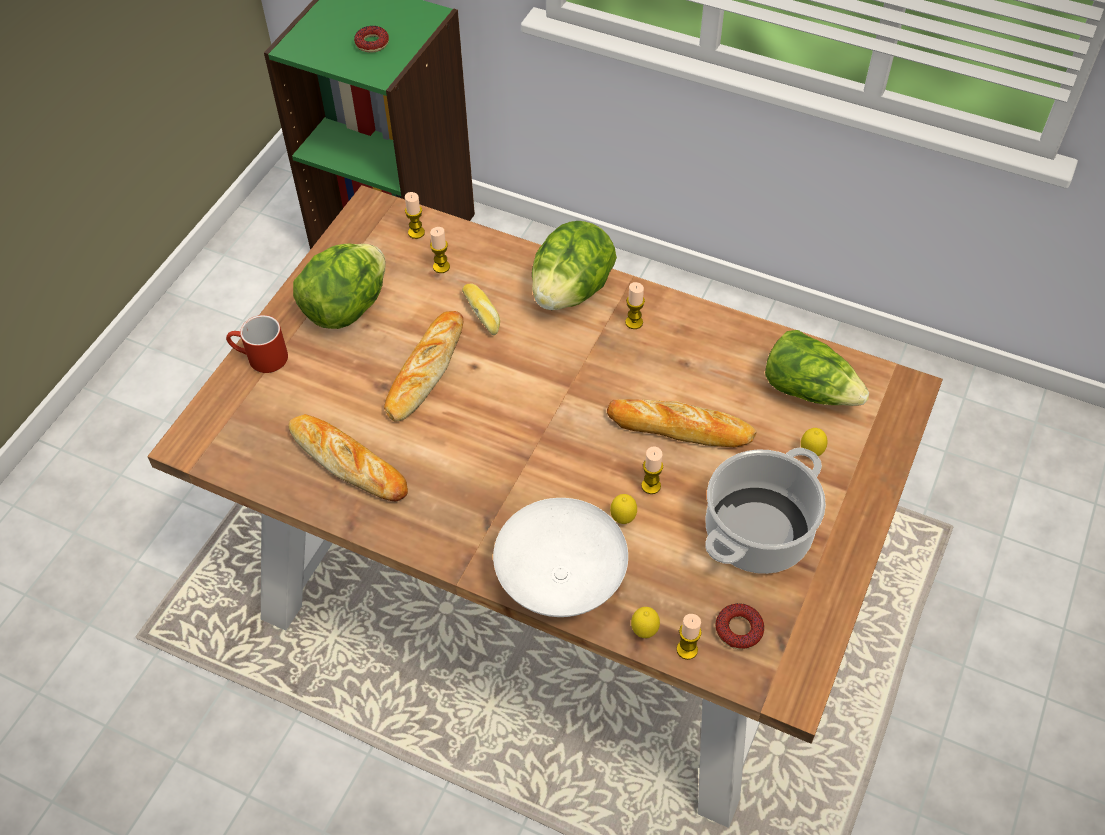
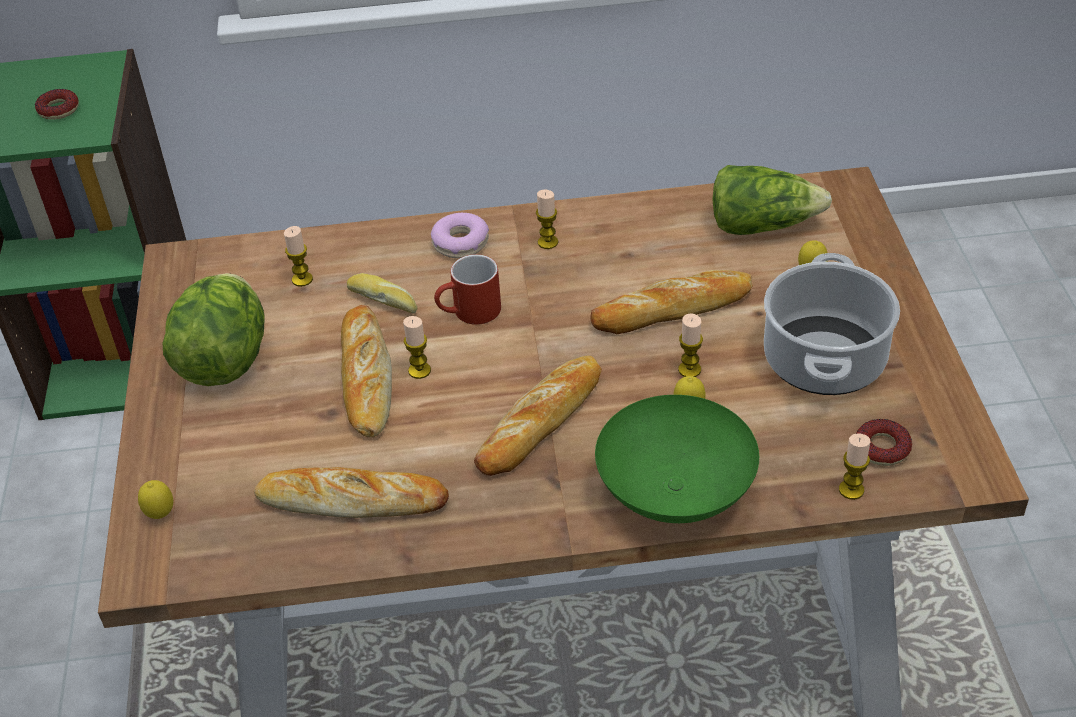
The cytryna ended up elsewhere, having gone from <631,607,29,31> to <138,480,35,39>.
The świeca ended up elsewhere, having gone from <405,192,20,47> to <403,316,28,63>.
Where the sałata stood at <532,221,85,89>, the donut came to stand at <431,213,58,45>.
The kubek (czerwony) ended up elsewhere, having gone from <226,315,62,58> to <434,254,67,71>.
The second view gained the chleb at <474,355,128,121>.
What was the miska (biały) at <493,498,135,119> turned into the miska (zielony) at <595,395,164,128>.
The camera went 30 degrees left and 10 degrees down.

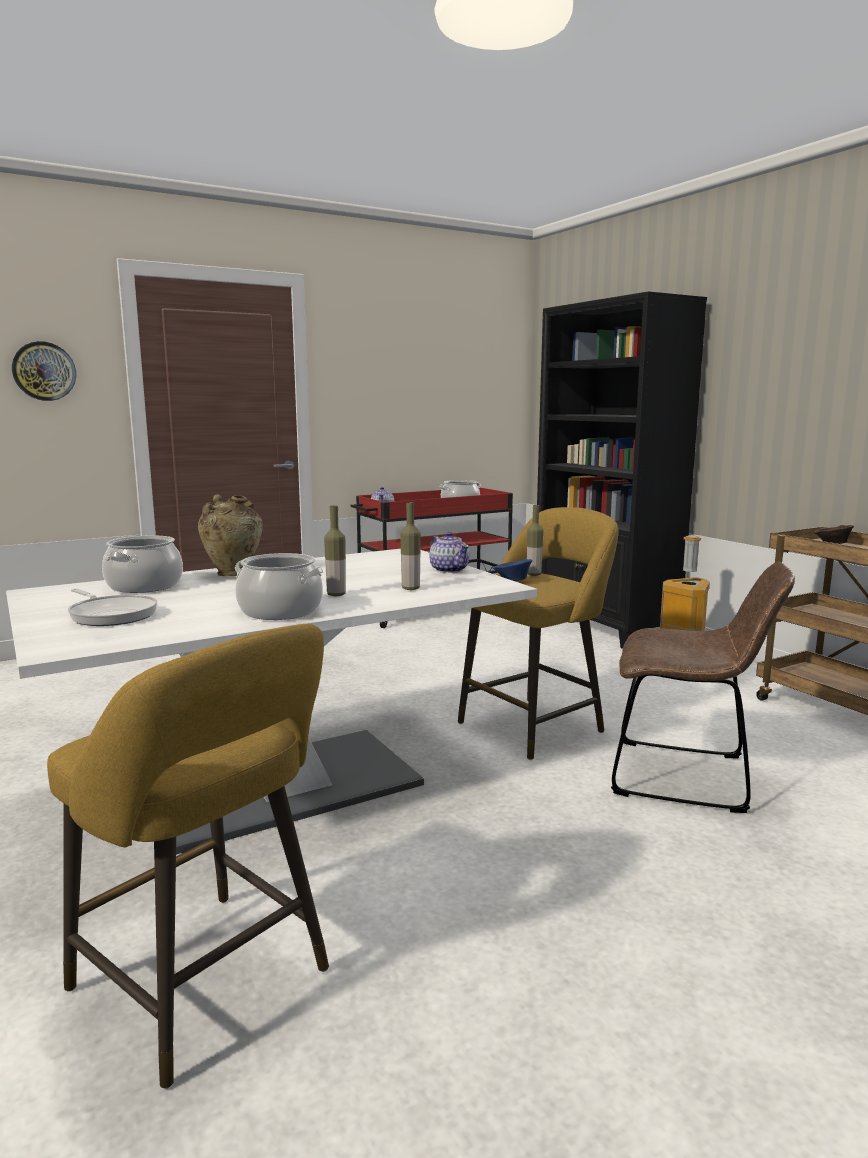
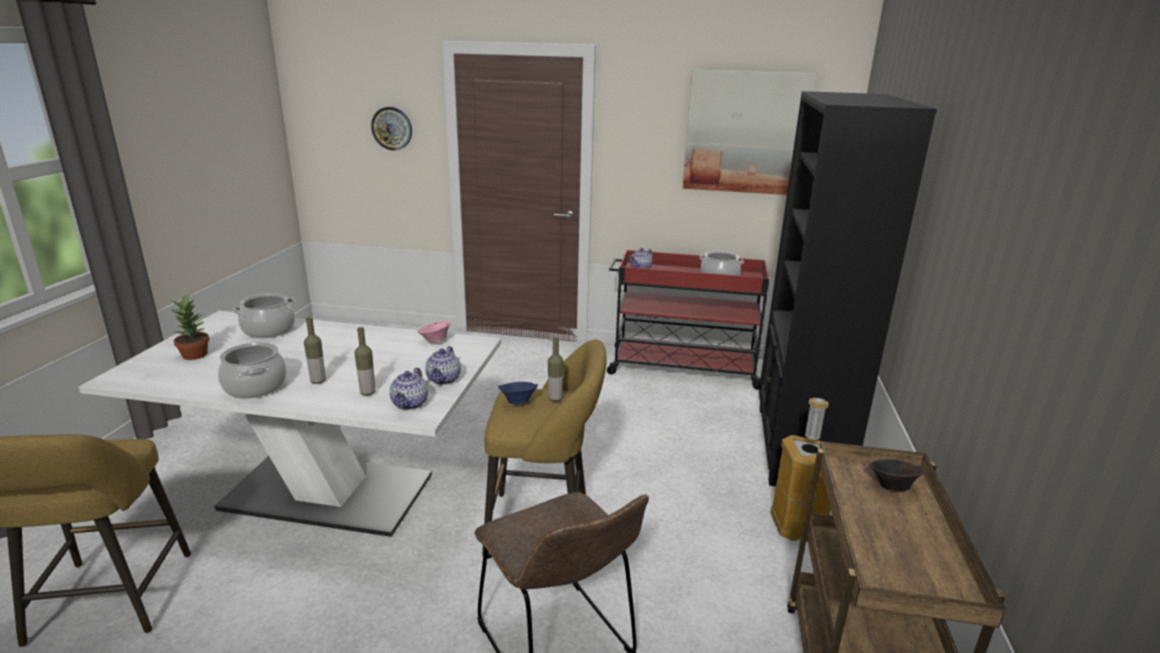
Where the patelnia stood at <68,589,89,37>, the roślina doniczkowa came to stand at <170,293,40,67>.
The second view gained the imbryk at <390,368,38,42>.
The second view gained the miska (różowy) at <417,320,34,23>.
The second view gained the obraz at <682,69,134,126>.
The second view lost the wazon (beżowy) at <198,494,65,82>.
The camera went 40 degrees right and 10 degrees up.

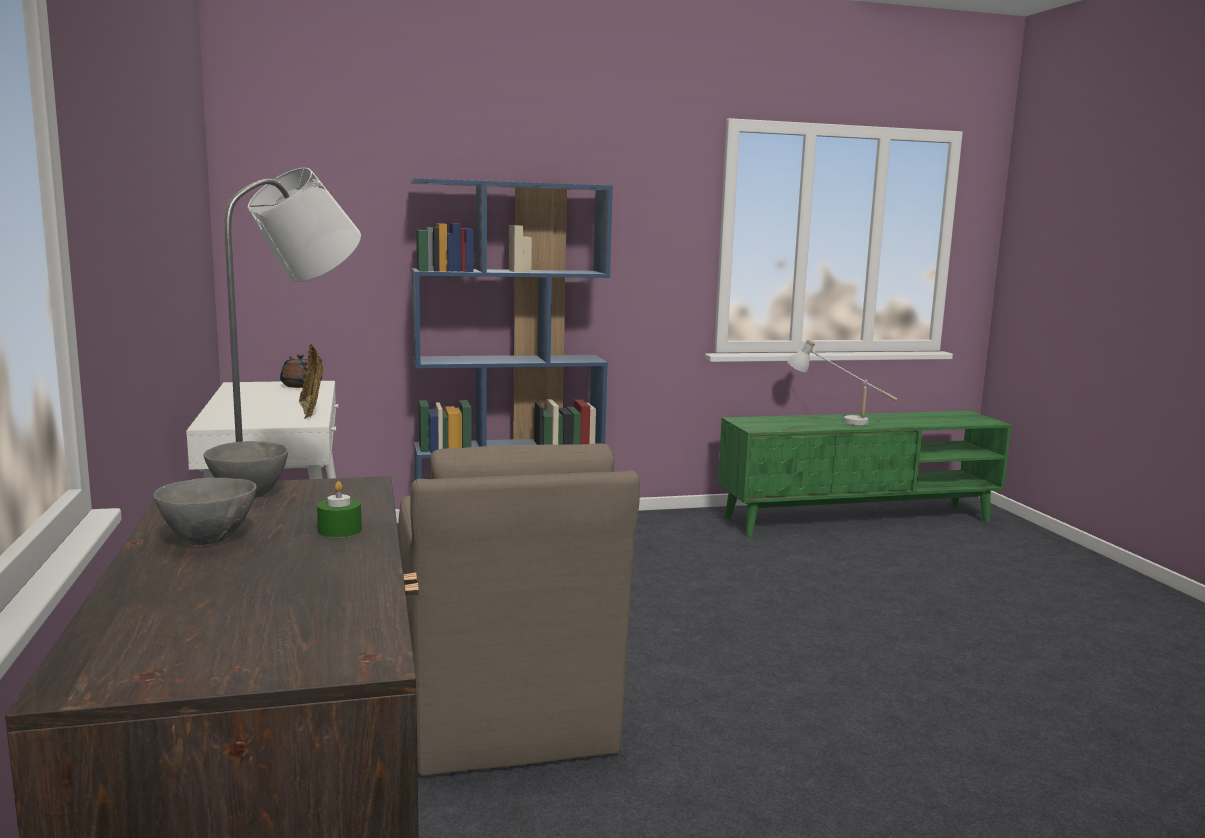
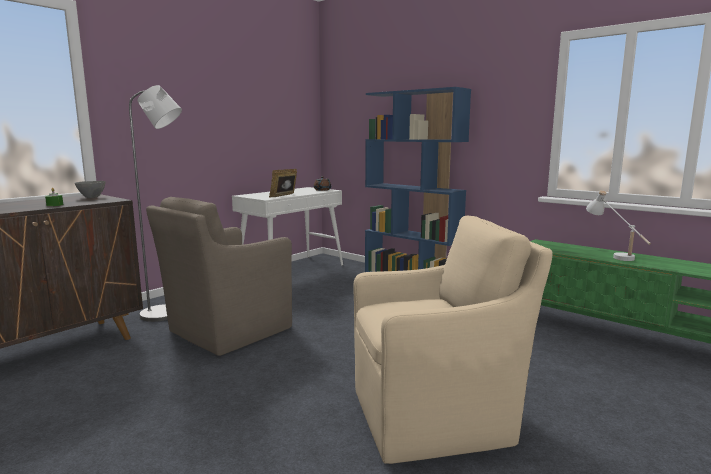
The second view gained the fotel (beżowy) at <353,215,200,249>.
The second view lost the miska (szary) at <153,478,103,67>.
The camera went 55 degrees right and 0 degrees up.

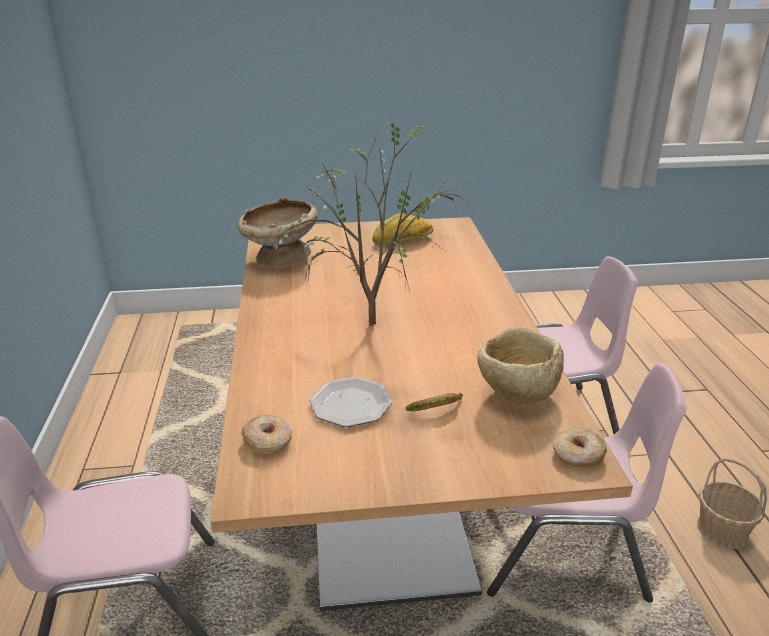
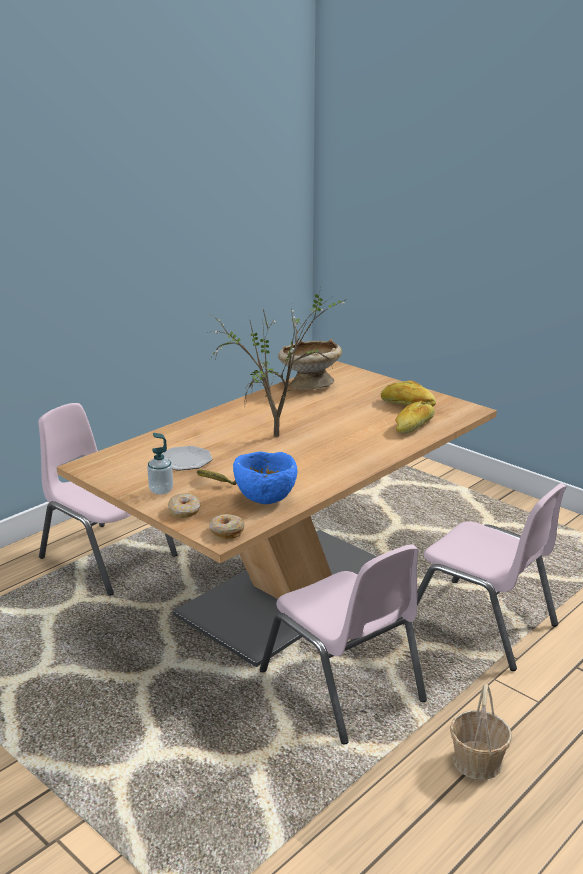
The second view gained the dozownik mydła at <147,433,26,62>.
The donut ended up elsewhere, having gone from <241,415,51,40> to <168,493,33,25>.
What was the miska (beżowy) at <477,328,87,76> turned into the miska (niebieski) at <233,452,65,52>.
The second view gained the chleb at <395,401,40,33>.
The camera went 50 degrees right and 5 degrees down.

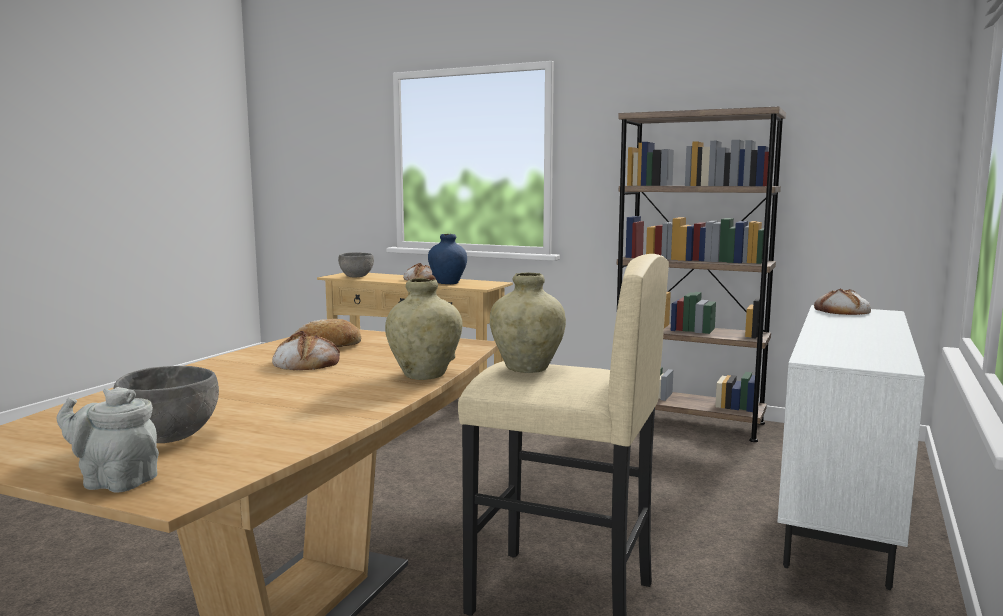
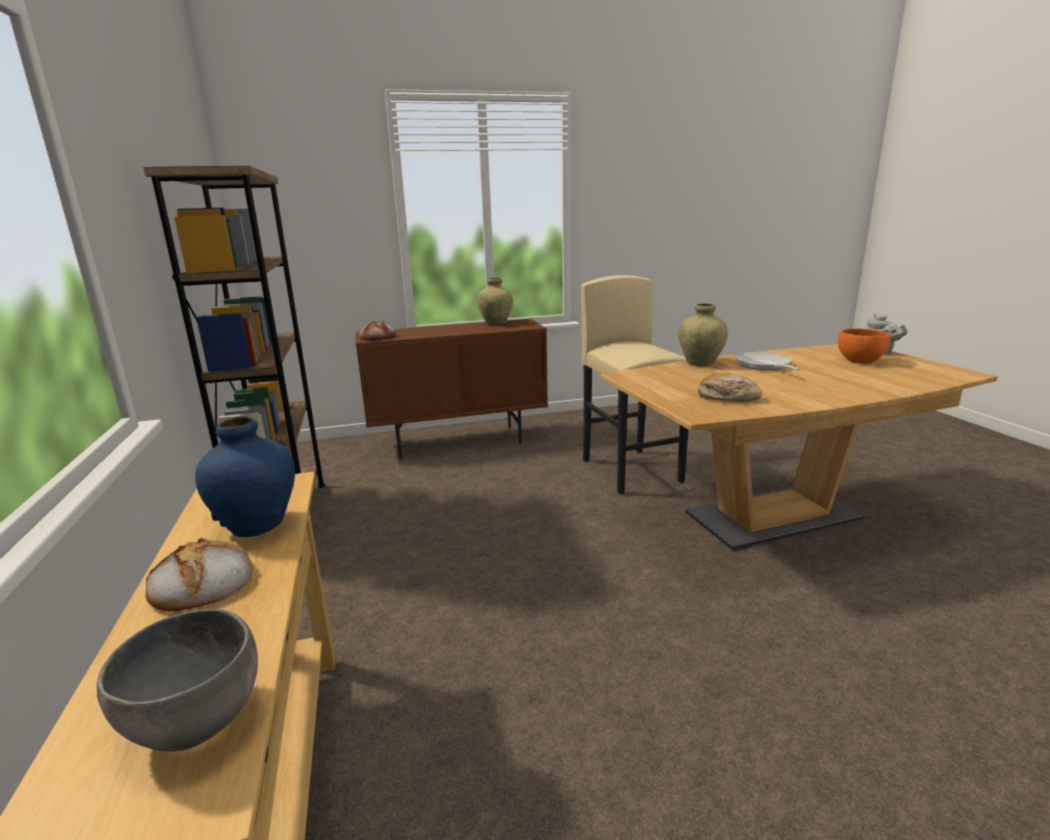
What was the szafka (biały) at <777,305,148,285> turned into the szafka (brązowy) at <355,319,193,140>.
The wazon (beżowy) ended up elsewhere, having gone from <490,272,76,101> to <477,278,36,47>.
The second view gained the patelnia at <735,352,66,18>.
What was the miska (szary) at <113,366,106,77> turned into the miska (pomarańczowy) at <838,328,52,36>.
The second view lost the chleb at <272,331,68,39>.
The camera went 130 degrees left and 10 degrees up.

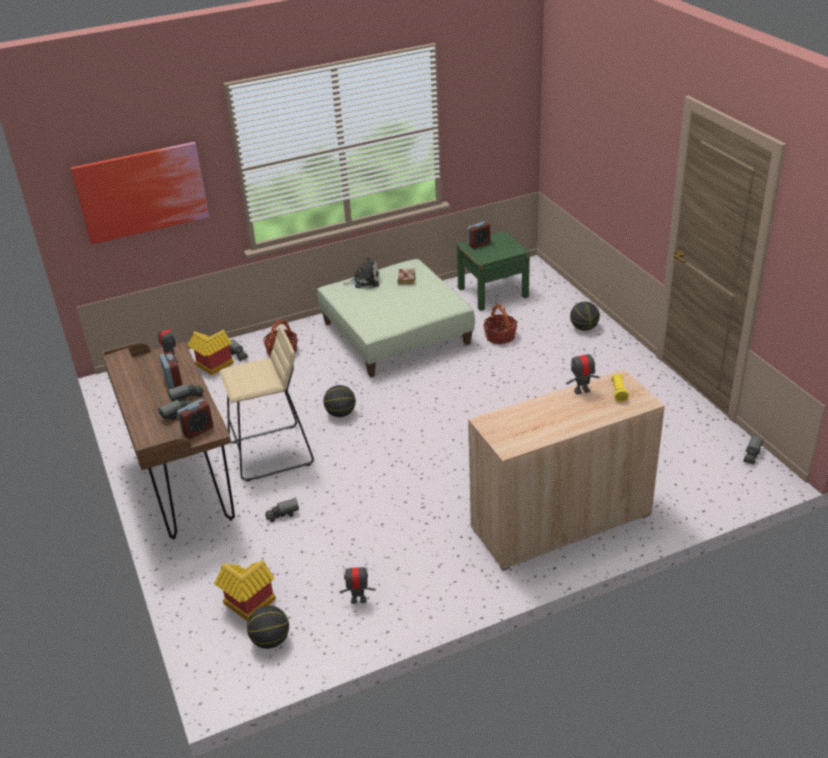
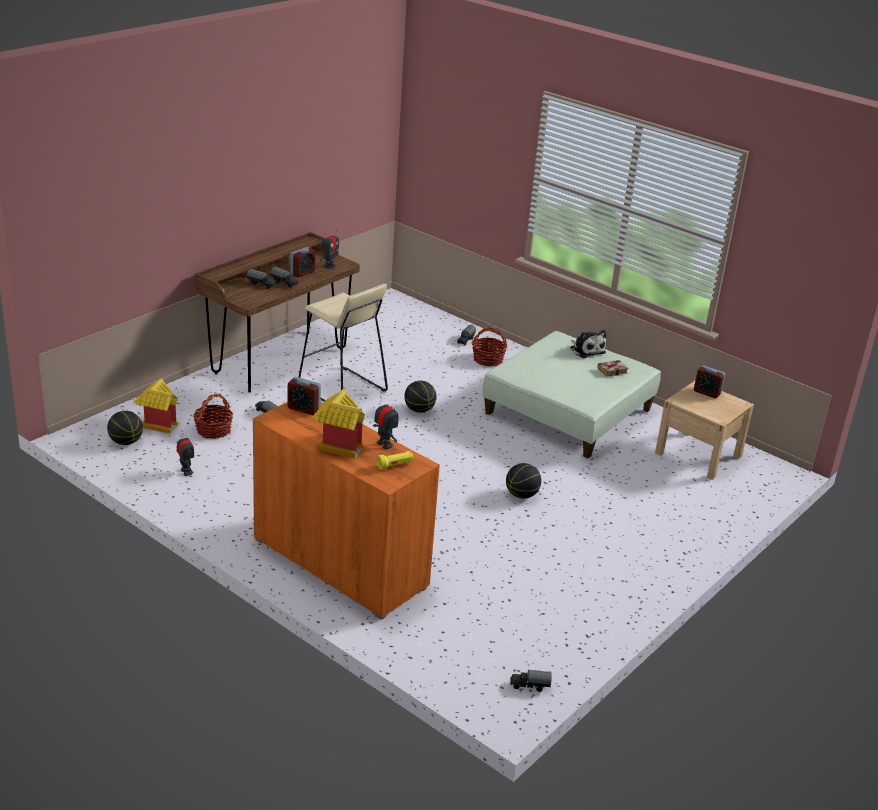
The koszyk ended up elsewhere, having gone from <483,304,34,40> to <193,393,41,46>.
What was the szafka (beżowy) at <468,369,197,202> turned into the szafka (pomarańczowy) at <253,402,187,218>.
The budzik ended up elsewhere, having gone from <177,399,36,40> to <287,377,34,38>.
The domek ended up elsewhere, having gone from <187,330,47,45> to <312,389,53,69>.
The piłka do koszykówki ended up elsewhere, having gone from <570,302,30,29> to <506,463,35,36>.
What was the szafka nocna (zielony) at <457,231,73,80> turned into the szafka nocna (beżowy) at <655,381,99,99>.
The second view lost the obraz at <71,142,138,102>.
The camera went 60 degrees right and 5 degrees down.

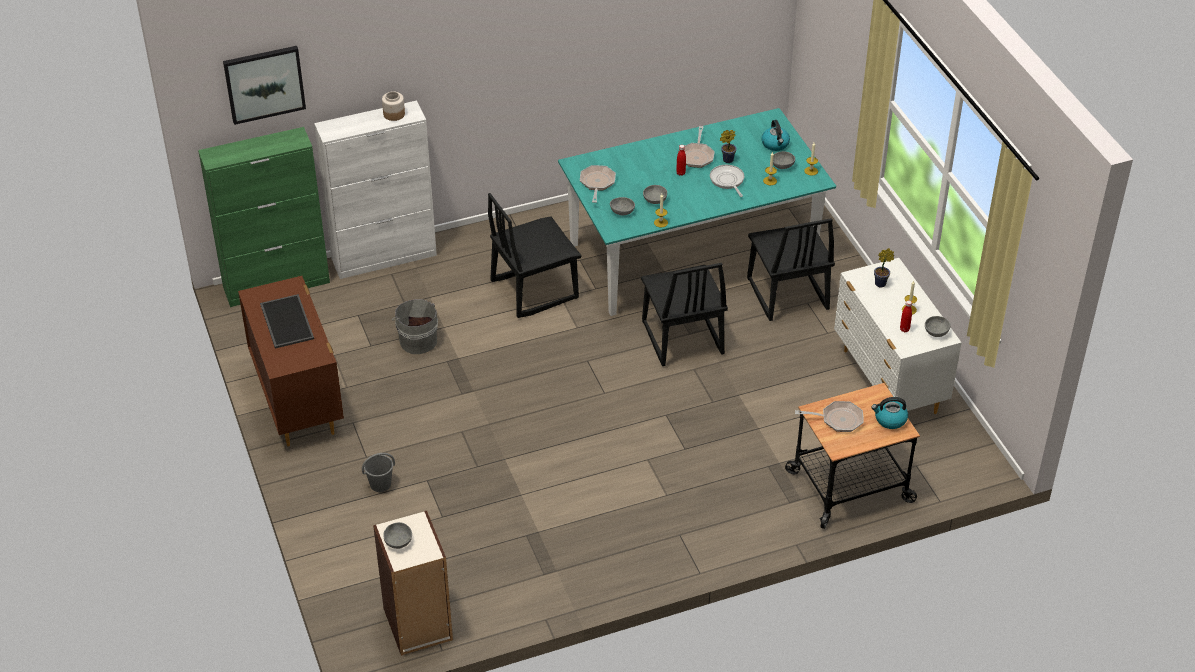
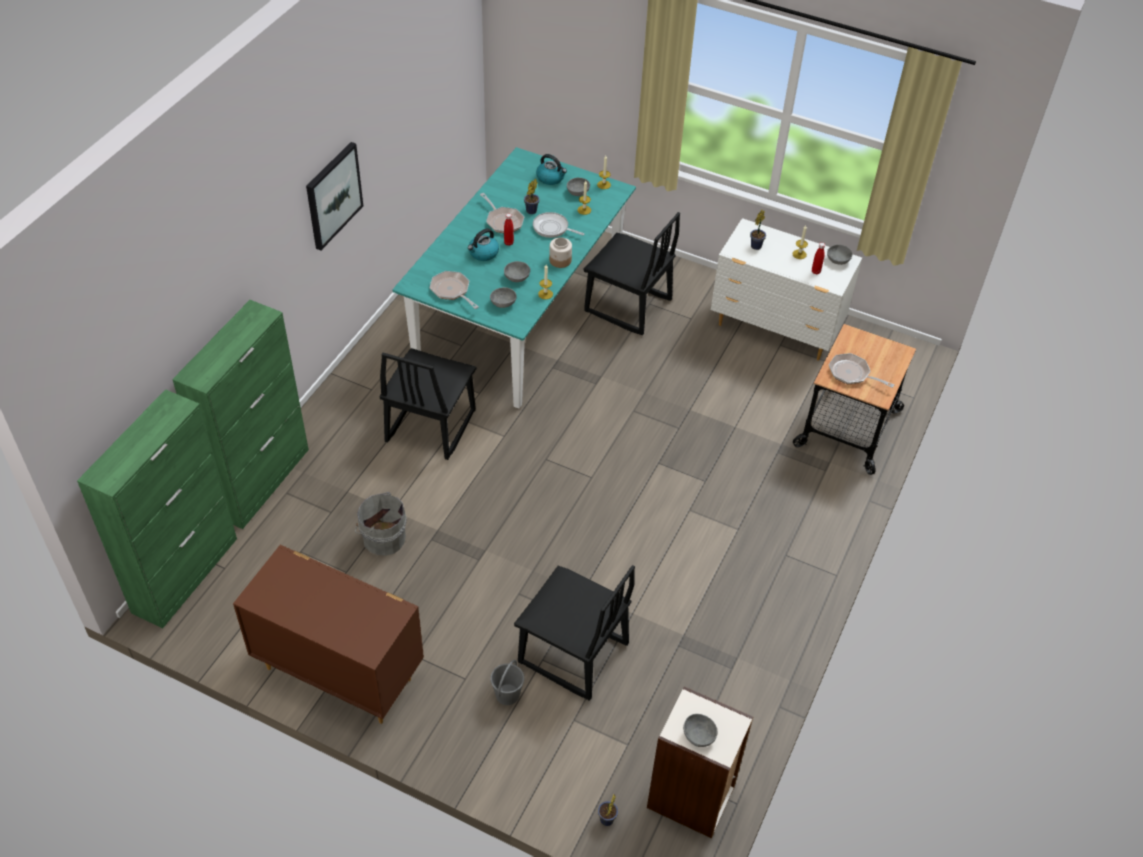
What was the szafka (biały) at <314,101,123,178> turned into the szafka (zielony) at <172,300,137,229>.
The obraz ended up elsewhere, having gone from <223,46,83,79> to <306,142,57,108>.
The czajnik ended up elsewhere, having gone from <871,397,37,32> to <468,228,31,33>.
The krzesło (czarny) ended up elsewhere, having gone from <641,263,87,103> to <514,565,121,136>.
The słoik ended up elsewhere, having gone from <382,91,23,30> to <549,237,23,31>.
The second view gained the roślina doniczkowa at <598,793,20,33>.
The patelnia at <795,401,69,31> ended up facing another way, 105 degrees counterclockwise from before.
The second view lost the taca at <260,294,54,54>.
The camera went 45 degrees left and 5 degrees up.

